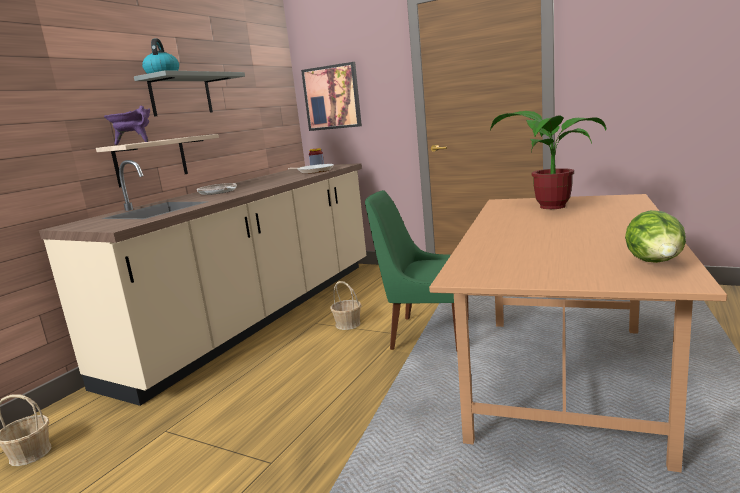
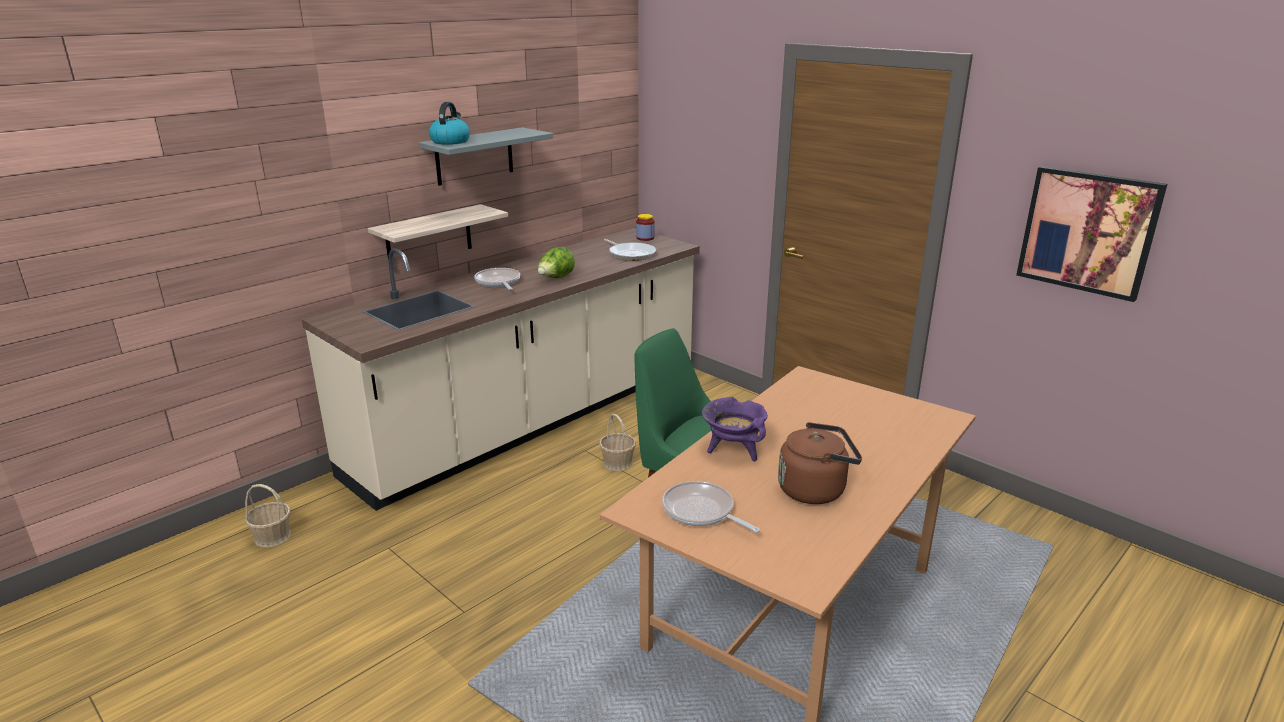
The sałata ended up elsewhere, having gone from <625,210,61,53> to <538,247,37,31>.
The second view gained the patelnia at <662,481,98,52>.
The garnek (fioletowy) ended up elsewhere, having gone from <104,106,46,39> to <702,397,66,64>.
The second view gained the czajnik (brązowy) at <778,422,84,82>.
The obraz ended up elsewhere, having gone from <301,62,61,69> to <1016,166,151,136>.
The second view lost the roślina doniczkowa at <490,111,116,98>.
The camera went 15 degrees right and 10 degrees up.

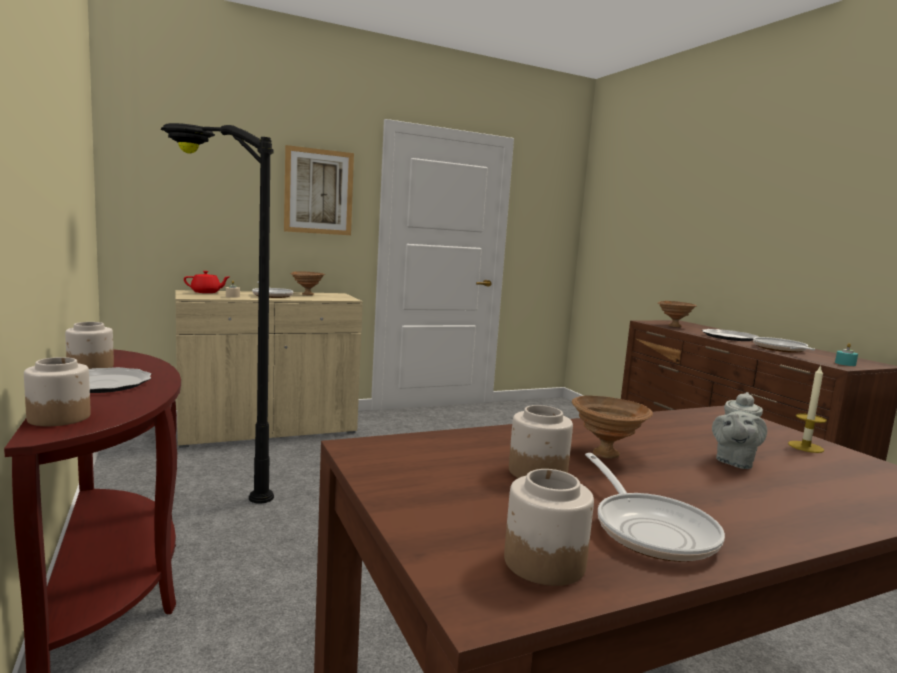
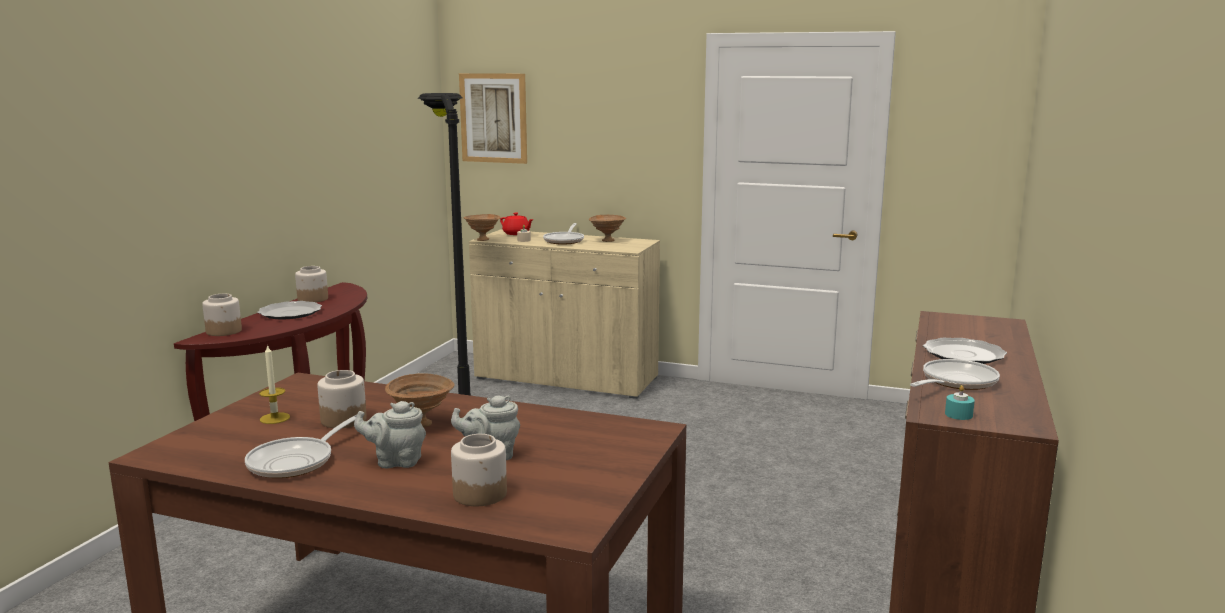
The świeca ended up elsewhere, having gone from <788,365,39,88> to <259,344,31,80>.
The second view gained the imbryk (szary) at <354,401,72,67>.
The słoik ended up elsewhere, having gone from <504,469,90,117> to <451,434,56,72>.
The obraz ended up elsewhere, having gone from <284,145,70,90> to <459,73,68,91>.
The miska (brązowy) ended up elsewhere, having gone from <658,301,39,26> to <464,214,37,27>.
The camera went 45 degrees right and 5 degrees up.

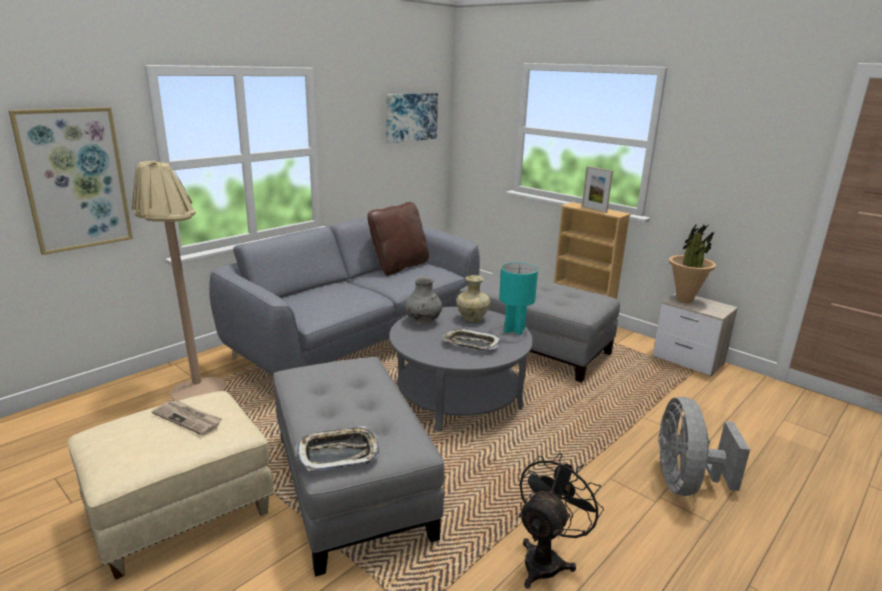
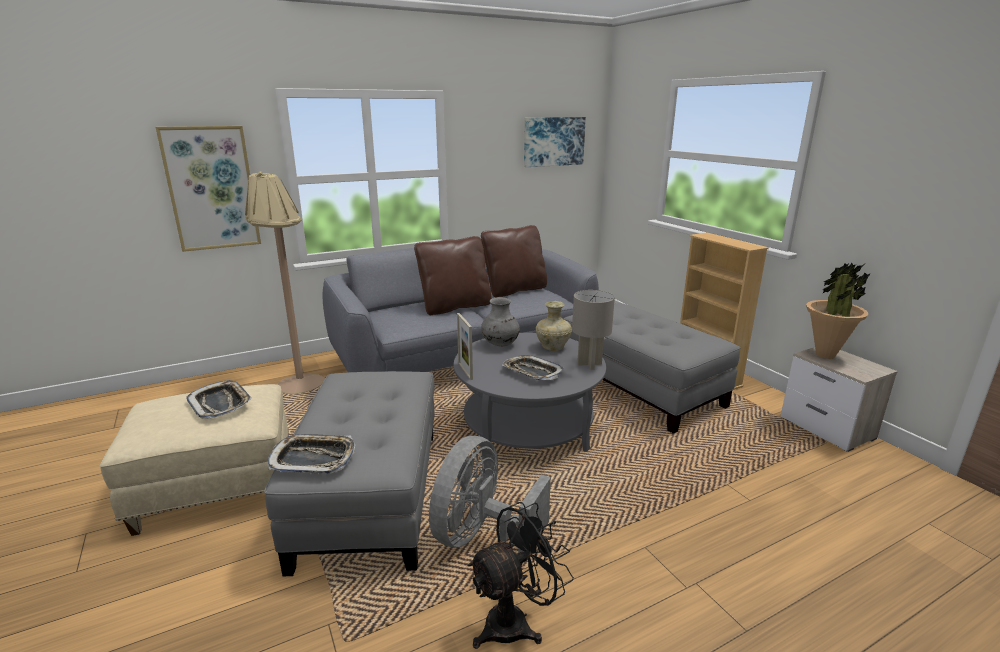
Where the gazeta stood at <152,400,70,35>, the taca came to stand at <186,380,66,39>.
The second view gained the poduszka (brązowy) at <414,236,78,79>.
The wentylator (szary) ended up elsewhere, having gone from <658,397,92,99> to <429,436,122,117>.
The ramka na zdjęcie ended up elsewhere, having gone from <582,166,31,47> to <457,313,16,67>.
What was the lampa stołowa (turkusowy) at <499,262,39,73> turned into the lampa stołowa (szary) at <572,290,43,80>.
The camera went 20 degrees right and 0 degrees up.

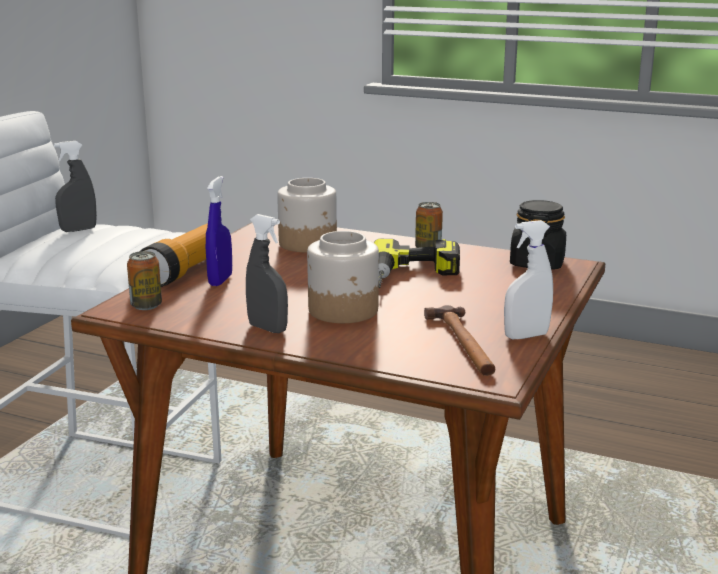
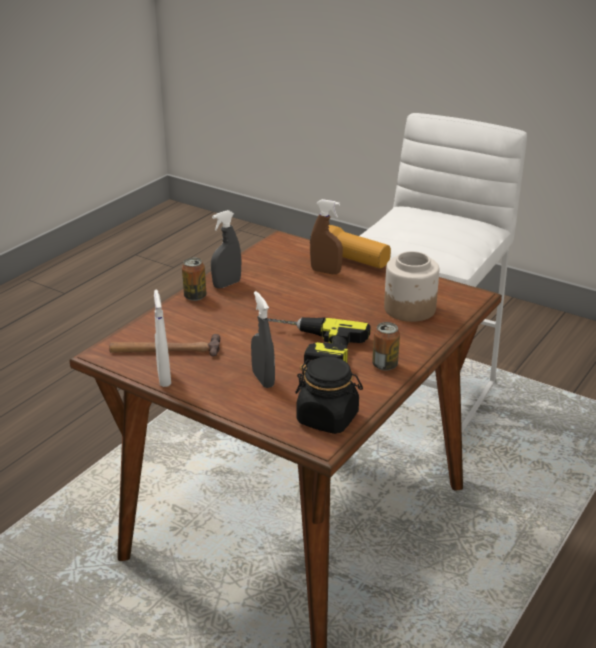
The puszka ended up elsewhere, having gone from <127,251,35,59> to <182,258,24,43>.
The spryskiwacz (szary) ended up elsewhere, having gone from <54,141,43,91> to <251,291,24,97>.
What was the spryskiwacz (niebieski) at <206,176,26,110> turned into the spryskiwacz (brązowy) at <310,199,33,75>.
The second view lost the słoik at <307,231,72,92>.
The camera went 100 degrees right and 10 degrees up.

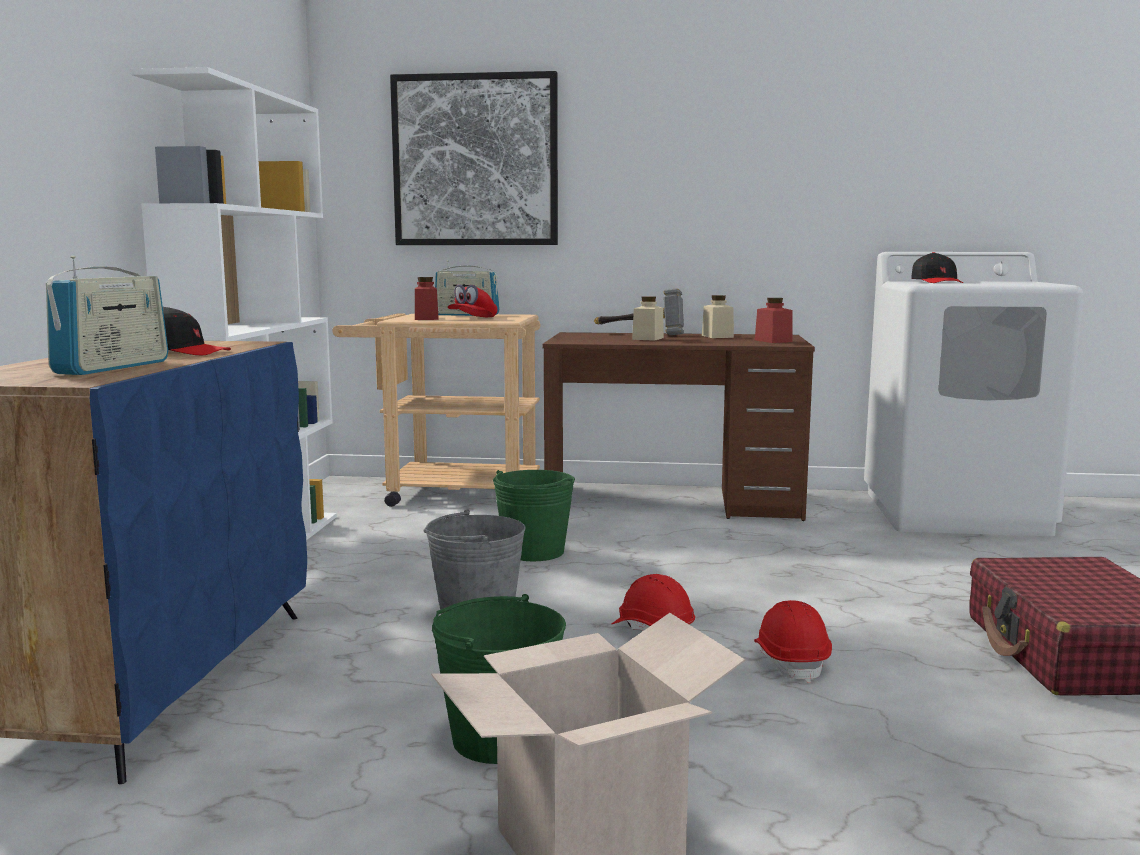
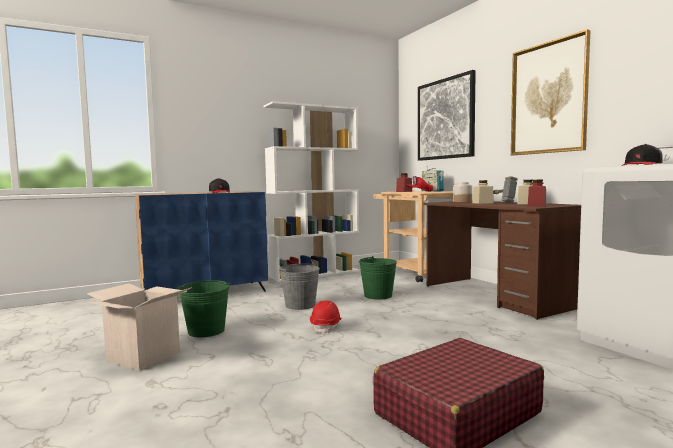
The second view gained the słoik at <453,182,19,20>.
The second view gained the obraz at <511,29,79,126>.
The second view lost the radio at <46,256,122,119>.
The second view lost the kask (czerwony) at <754,600,78,83>.
The camera went 55 degrees right and 5 degrees down.

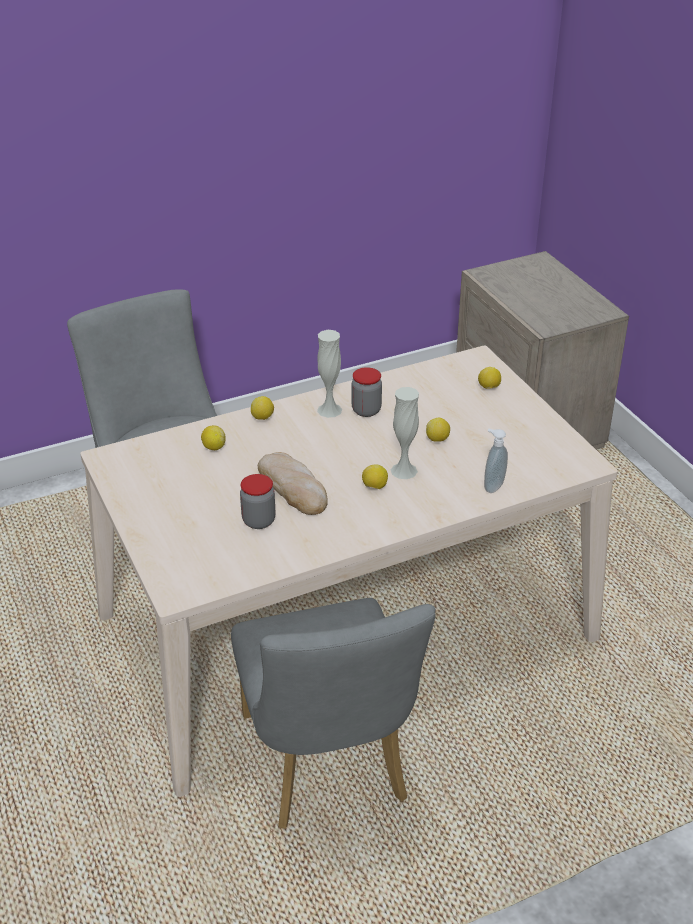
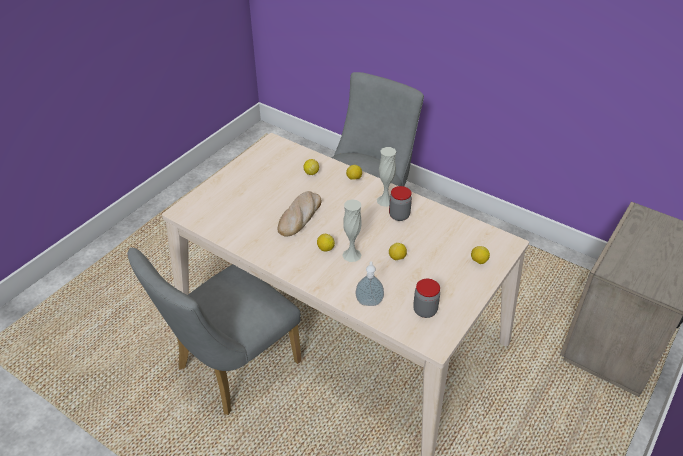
The słoik ended up elsewhere, having gone from <240,474,36,55> to <413,279,27,39>.
The camera went 60 degrees right and 5 degrees up.

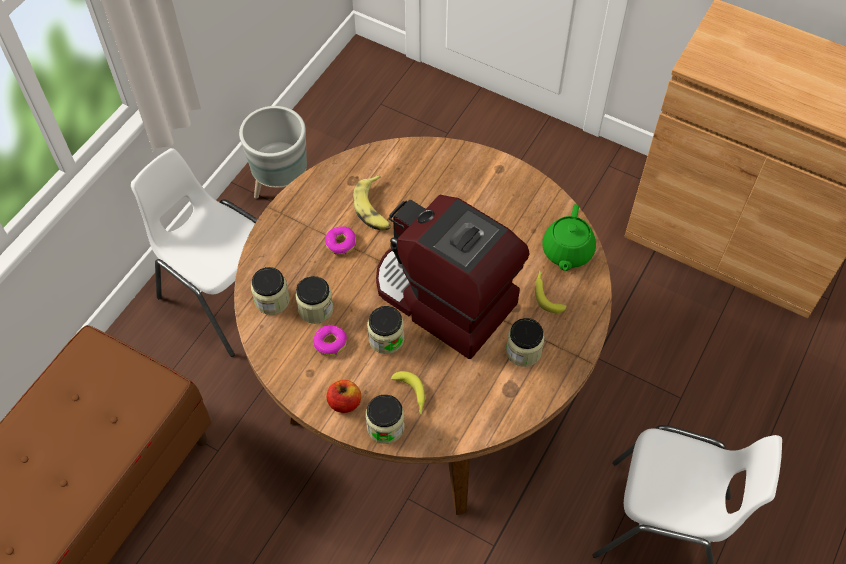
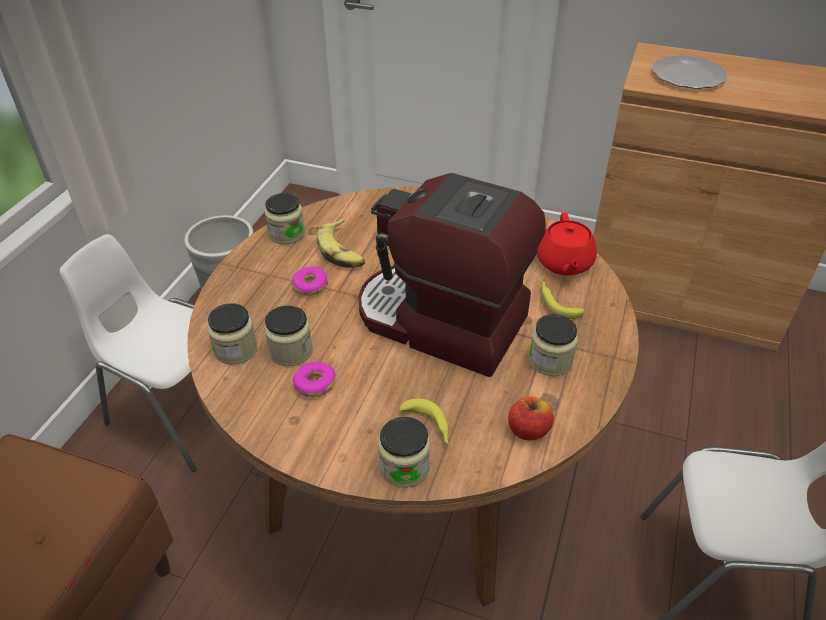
The słoik ended up elsewhere, having gone from <367,306,37,48> to <265,193,40,51>.
The jabłko ended up elsewhere, having gone from <326,379,35,34> to <508,396,46,44>.
What was the imbryk (zielony) at <542,204,54,67> turned into the imbryk (czerwony) at <537,213,60,63>.
The second view gained the talerz at <652,55,76,34>.
The camera went 10 degrees left and 15 degrees down.

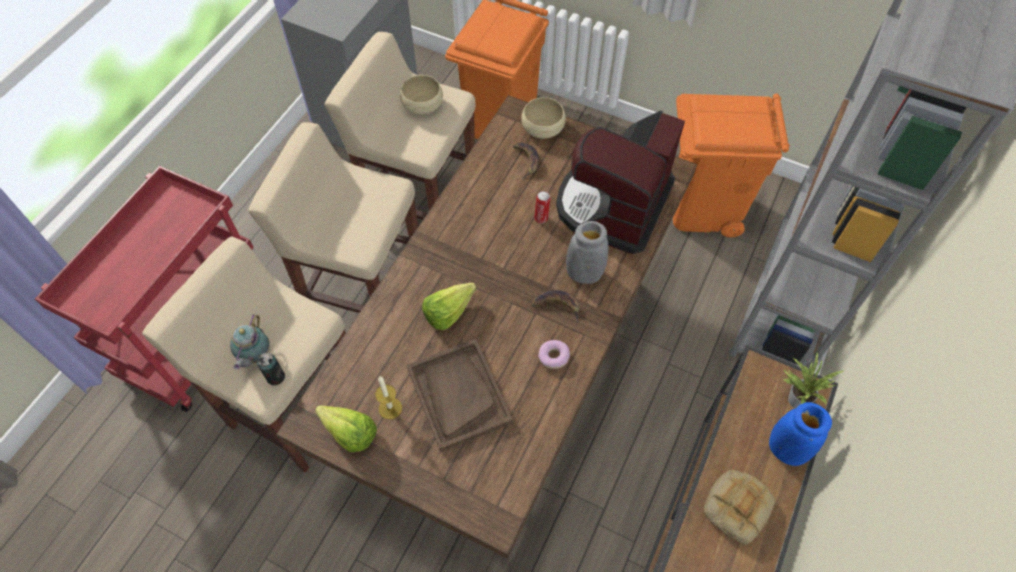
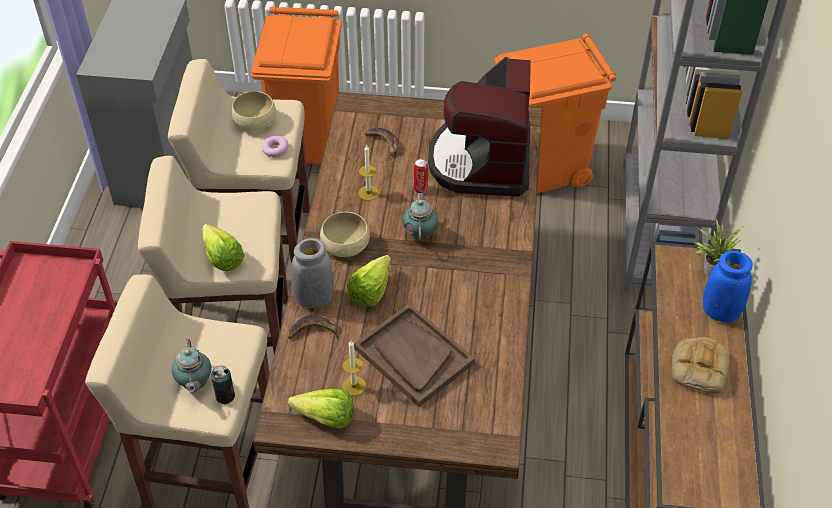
The second view gained the sałata at <202,224,43,48>.
The donut ended up elsewhere, having gone from <538,340,32,29> to <262,136,27,21>.
The banan ended up elsewhere, having gone from <532,290,48,32> to <288,315,52,26>.
The wazon (szary) ended up elsewhere, having gone from <566,221,43,63> to <291,238,43,70>.
The miska (beżowy) ended up elsewhere, having gone from <521,97,45,41> to <320,212,50,45>.
The second view gained the świeca at <359,144,20,57>.
The second view gained the imbryk at <402,193,36,47>.
The camera went 20 degrees left and 10 degrees down.

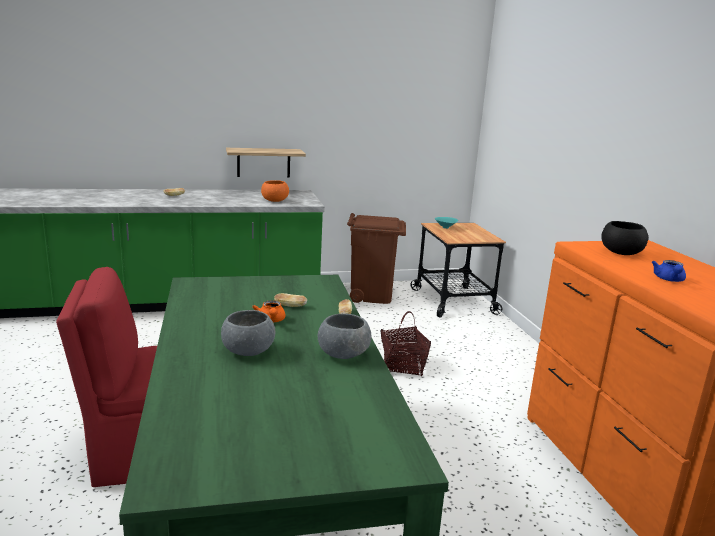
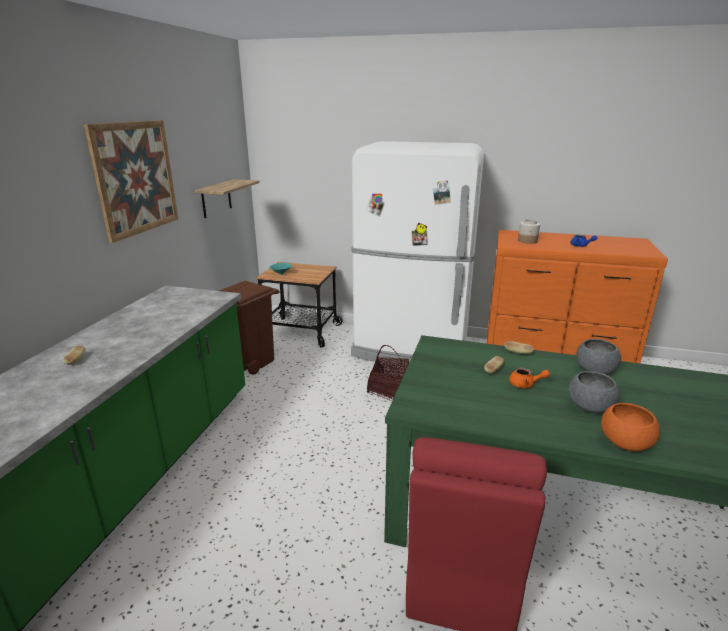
The second view gained the obraz at <83,120,95,123>.
The półka ended up elsewhere, having gone from <226,148,80,29> to <194,179,66,39>.
The second view gained the lodówka (biały) at <351,141,133,225>.
Where the miska (czarny) stood at <601,221,47,34>, the słoik came to stand at <518,219,22,25>.
The miska (pomarańczowy) ended up elsewhere, having gone from <261,180,28,22> to <601,403,59,48>.
The camera went 60 degrees left and 5 degrees up.

